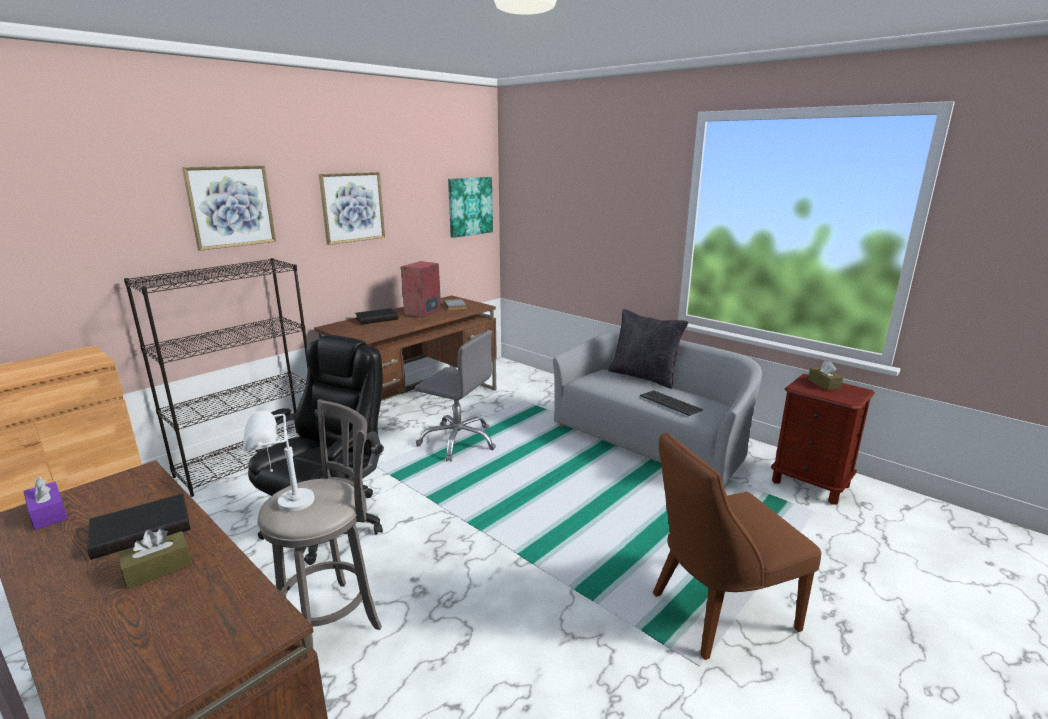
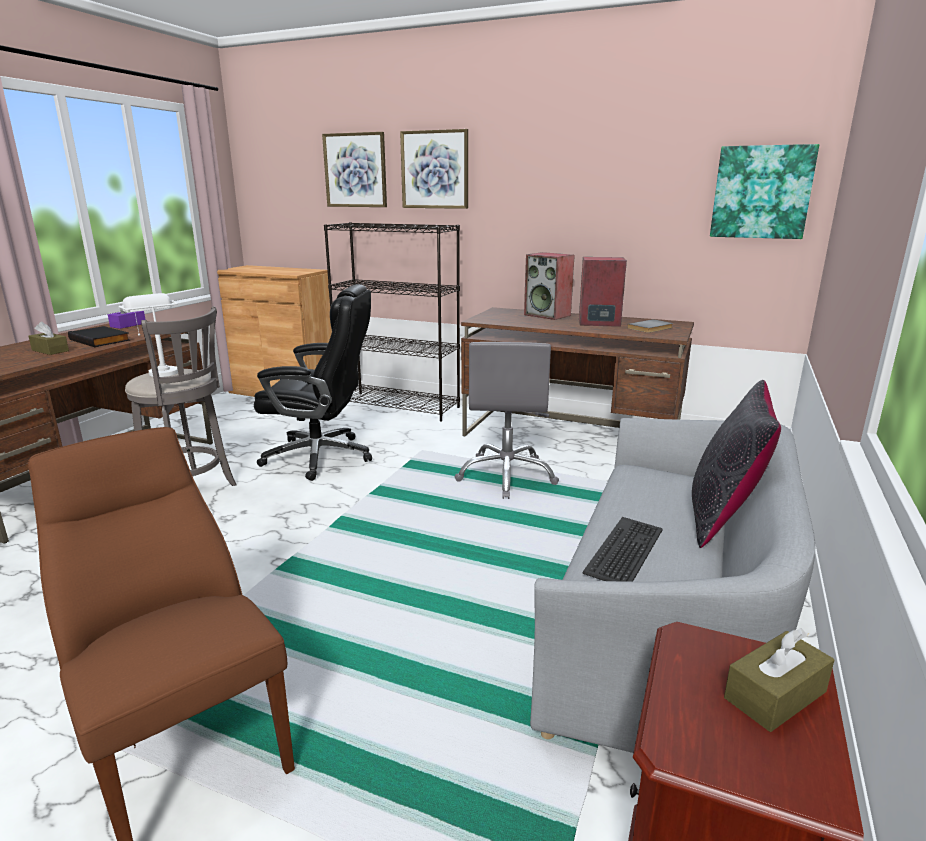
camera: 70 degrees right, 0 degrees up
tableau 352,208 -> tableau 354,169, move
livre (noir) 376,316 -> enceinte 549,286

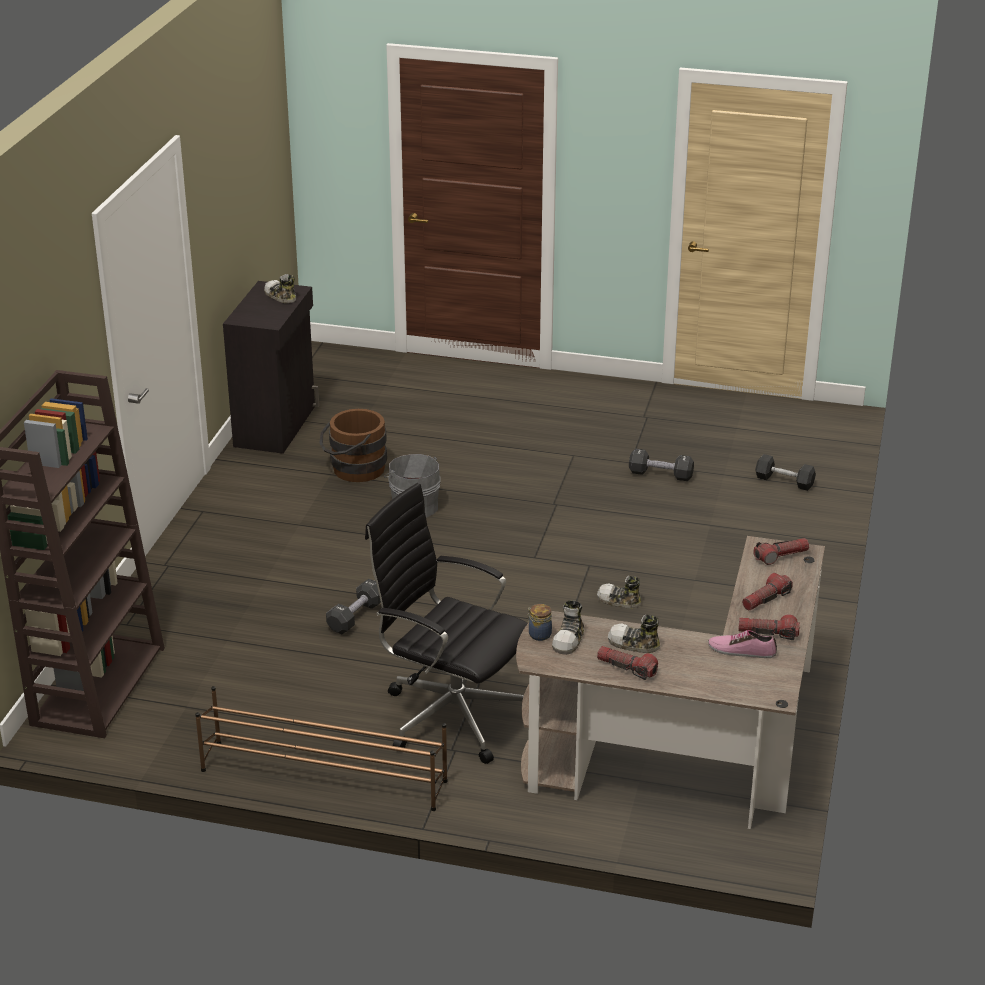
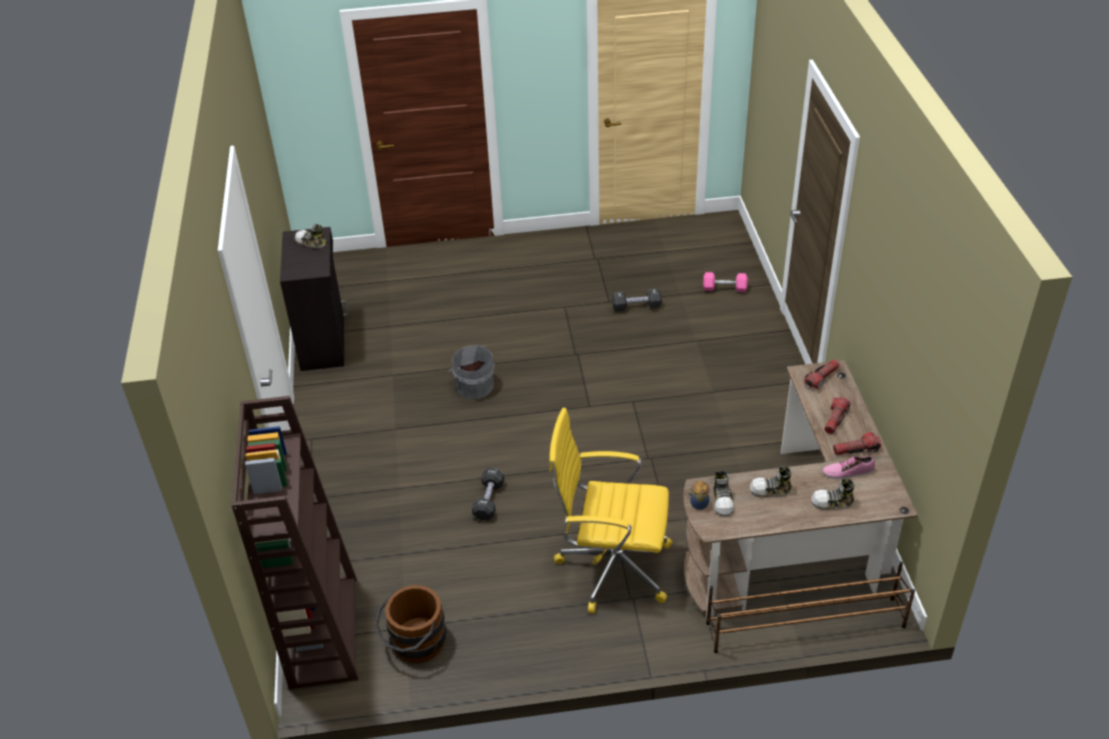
camera: 20 degrees left, 10 degrees up
lampe de poche 627,663 -> none
étagère à chaussures (marron) 321,748 -> étagère à chaussures (marron) 810,607, move
seau (marron) 353,445 -> seau (marron) 411,624, move
chaussure 619,592 -> chaussure 833,494, move
chaise de bureau (noir) 446,623 -> chaise de bureau (jaune) 611,510
haltère (gris) 785,472 -> haltère (rose) 725,282

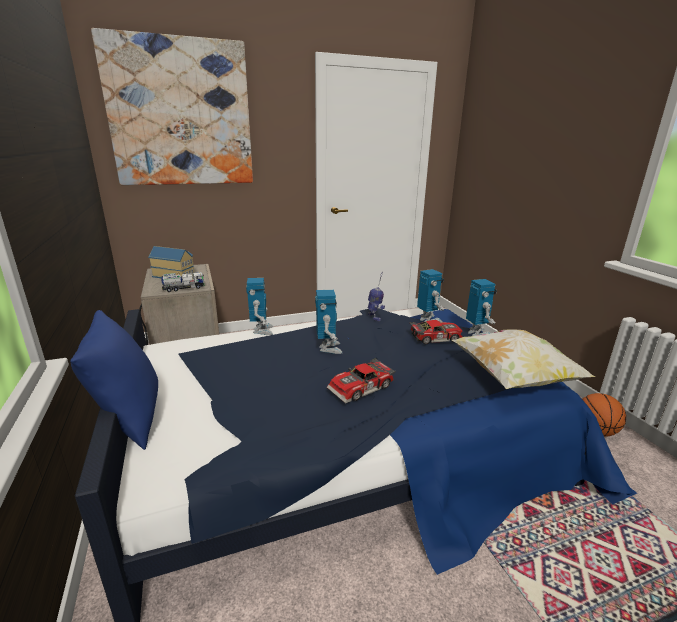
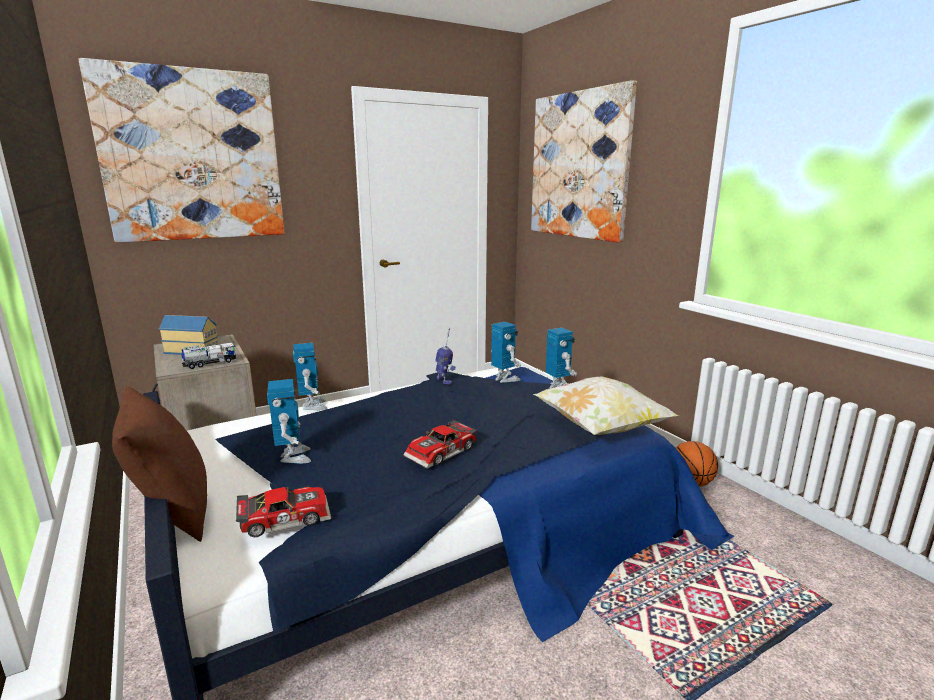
camera: 10 degrees left, 5 degrees down
none -> tableau 584,161
robot jouet 328,322 -> robot jouet 289,421, move
petite voiture 436,332 -> petite voiture 283,512, move
coussin (bleu) 114,380 -> coussin (marron) 159,464

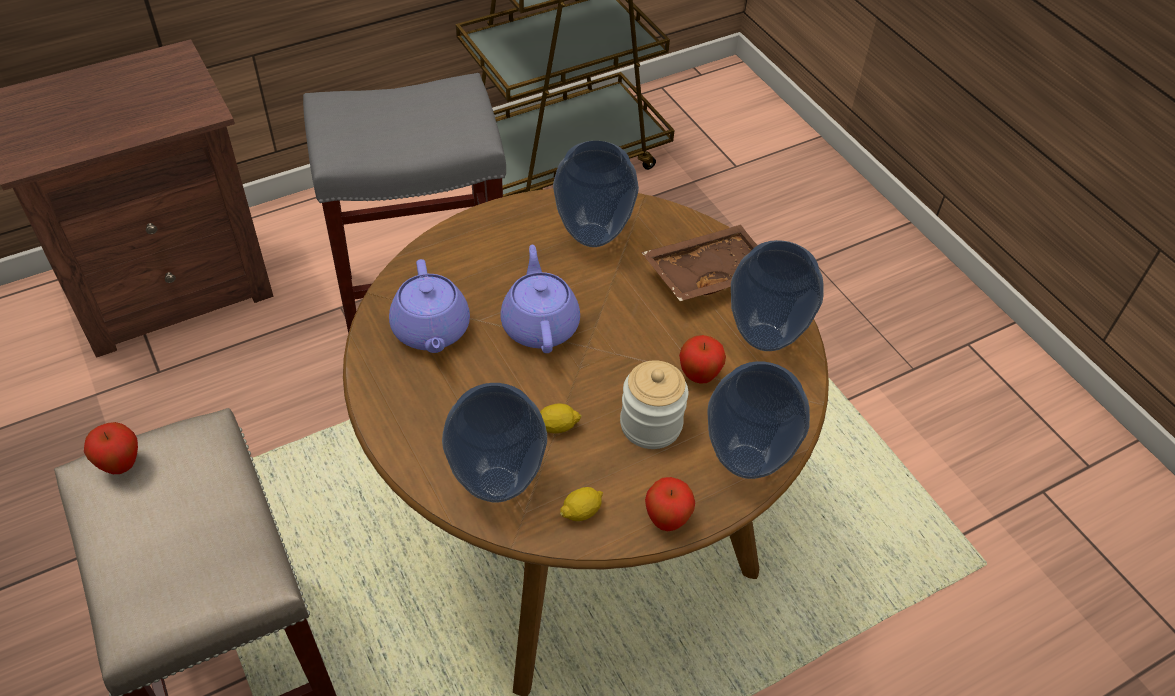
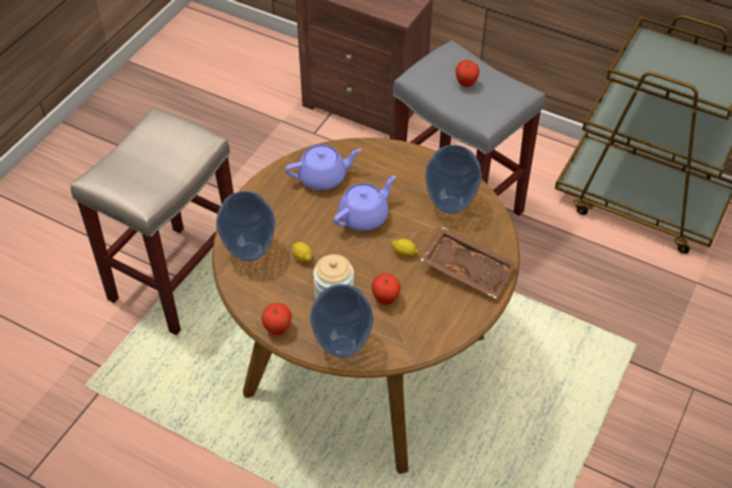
camera: 60 degrees right, 0 degrees up
vase 777,295 -> none
pomme 111,448 -> pomme 467,73, move
citron 581,504 -> citron 405,248, move
théière (violet) 429,306 -> théière (violet) 323,167, 150 degrees counterclockwise

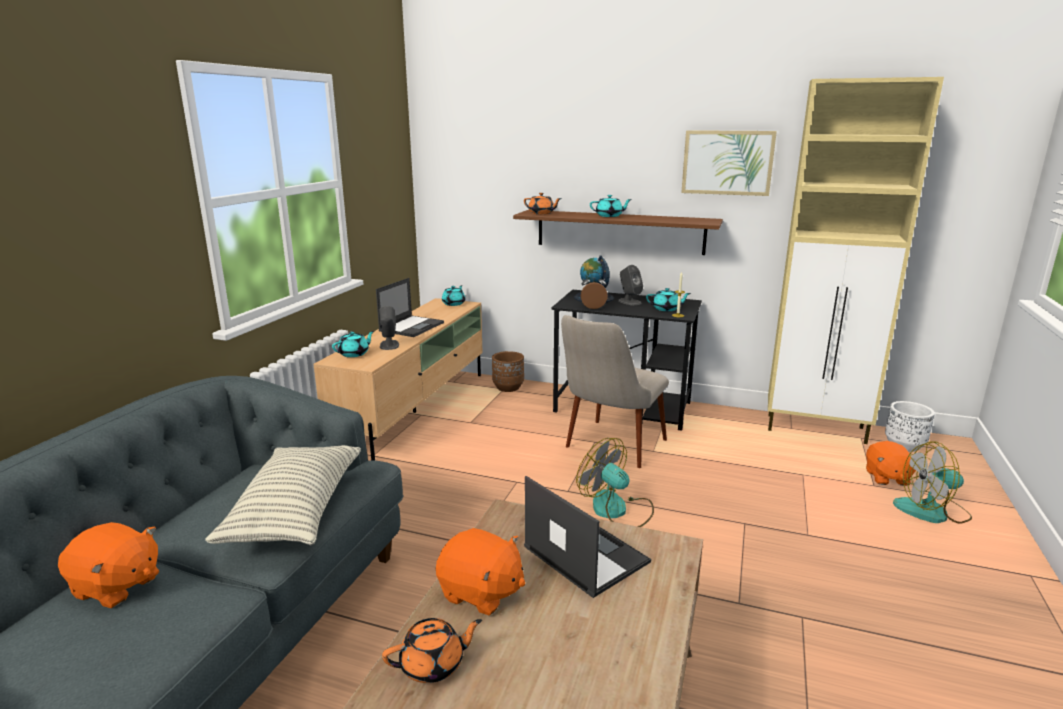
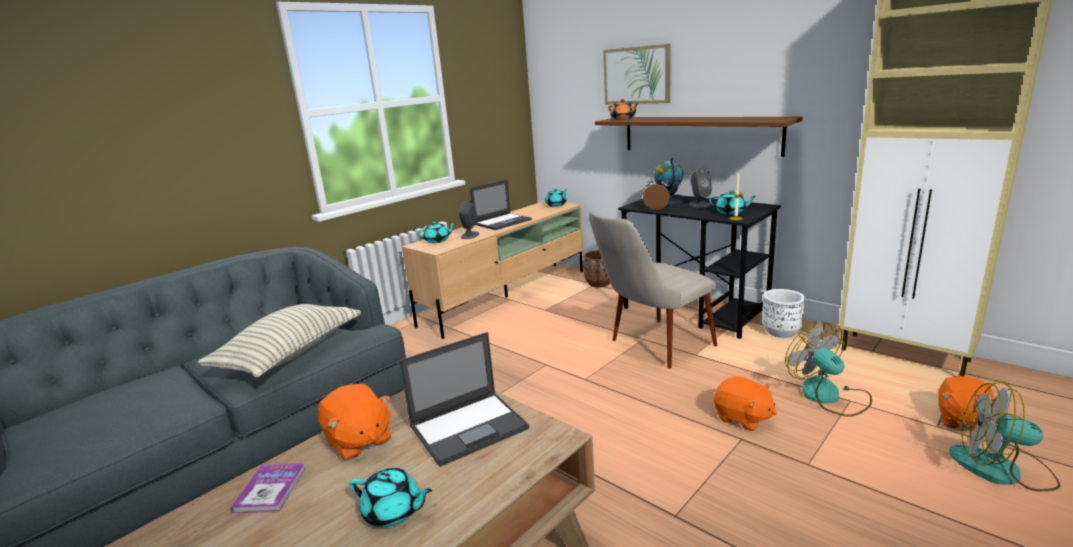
camera: 25 degrees right, 0 degrees up
peluche (orange) 108,565 -> peluche (orange) 745,403, move
ventilateur 615,482 -> ventilateur 828,369, move
théière (turquoise) 611,206 -> théière (turquoise) 391,497, move
tableau 729,163 -> tableau 637,74, move
cache-pot (blanc) 910,426 -> cache-pot (blanc) 783,313, move
théière (orange) 432,650 -> livre 268,488
ordinateur portable 587,537 -> ordinateur portable 464,399, 75 degrees clockwise

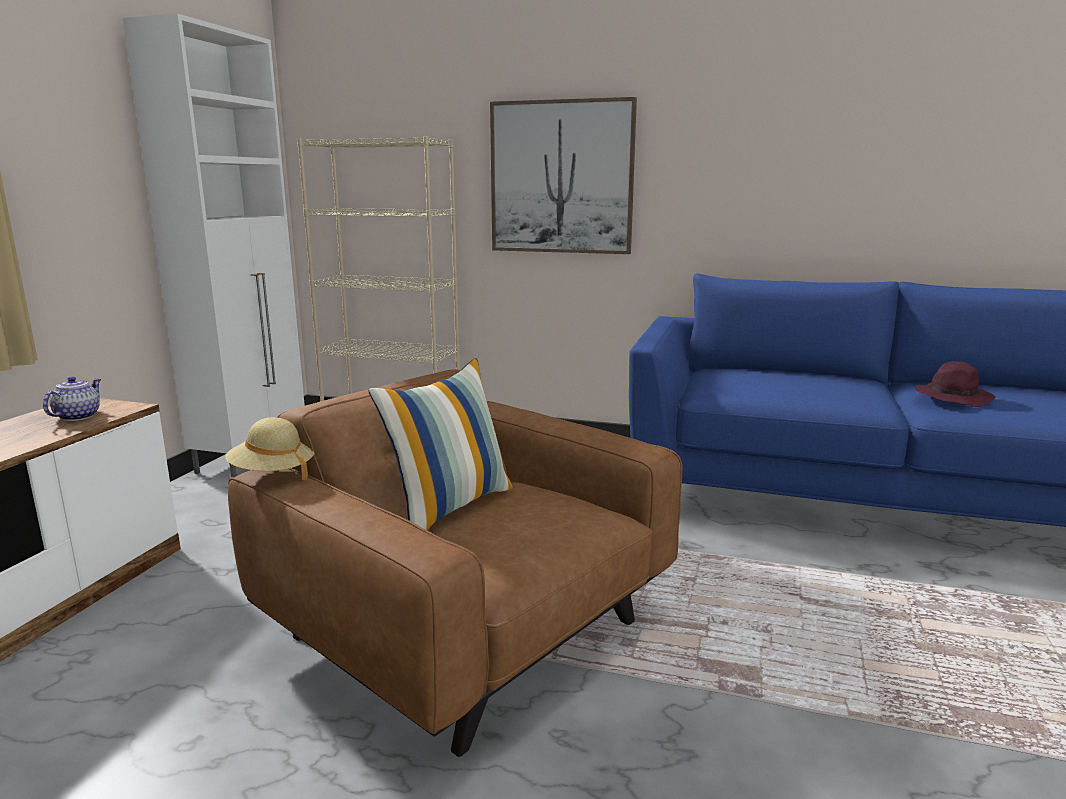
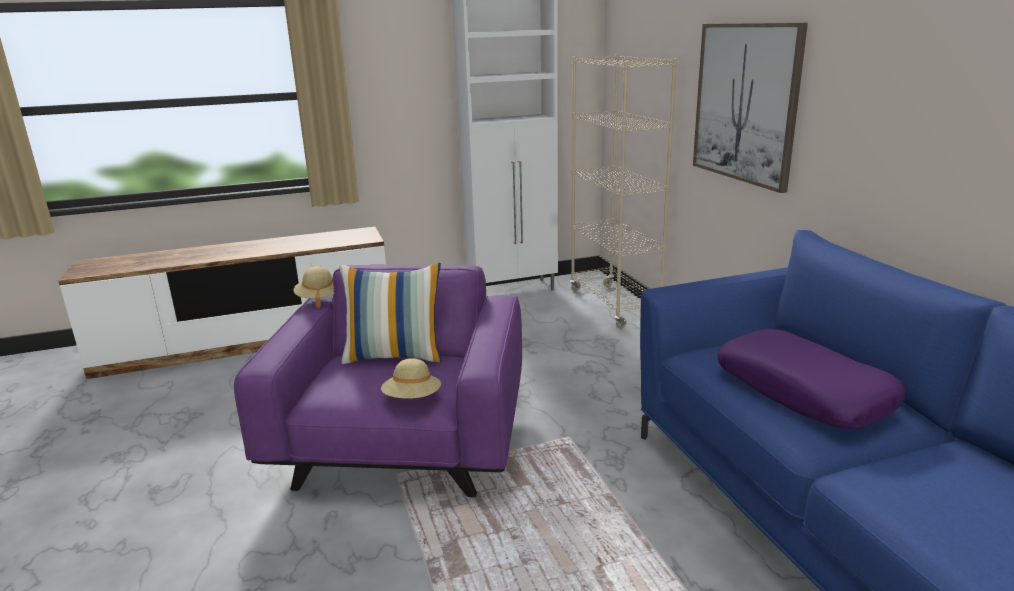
camera: 55 degrees right, 5 degrees up
théière 72,399 -> none
chapeau (violet) 954,384 -> none
none -> chapeau (beige) 411,378
none -> coussin (violet) 812,379
fauteuil (marron) 455,563 -> fauteuil (violet) 378,381

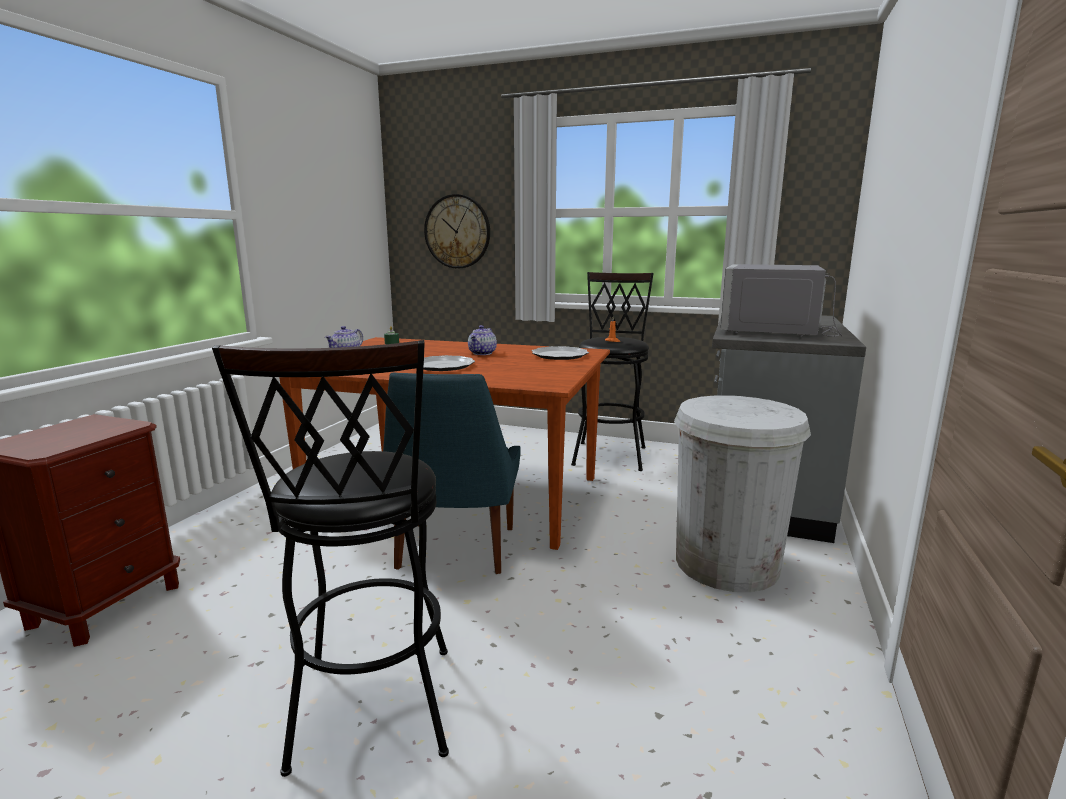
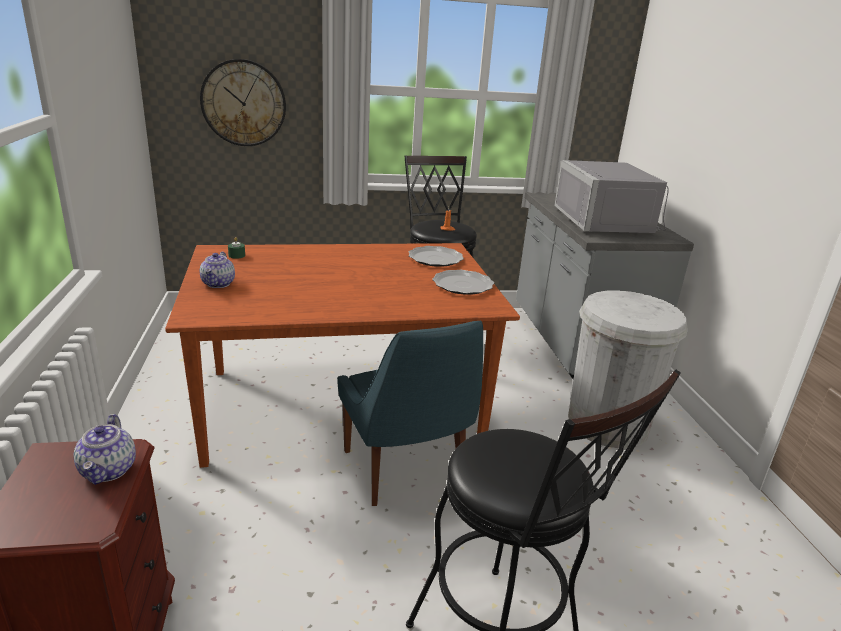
camera: 30 degrees left, 10 degrees up
assiette 449,363 -> assiette 463,282, move
théière 482,340 -> théière 105,449, move

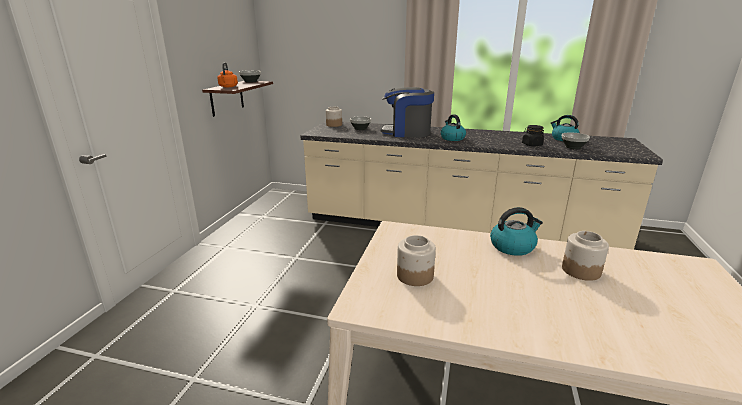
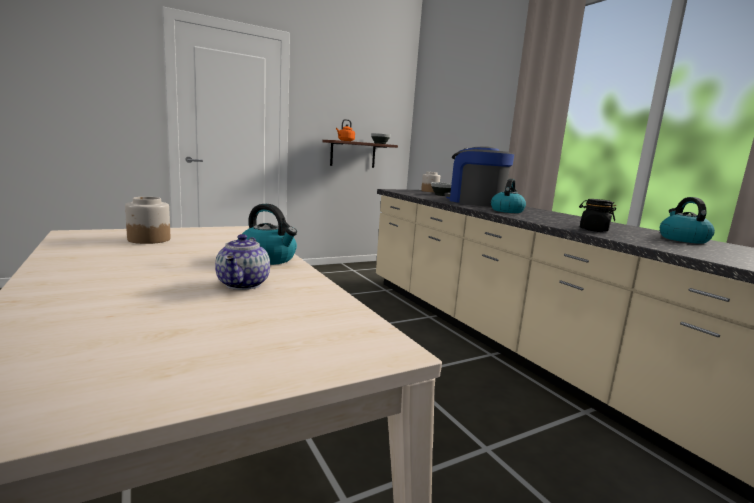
camera: 45 degrees right, 10 degrees down
bol 576,141 -> none
bocal 585,256 -> théière 242,262

